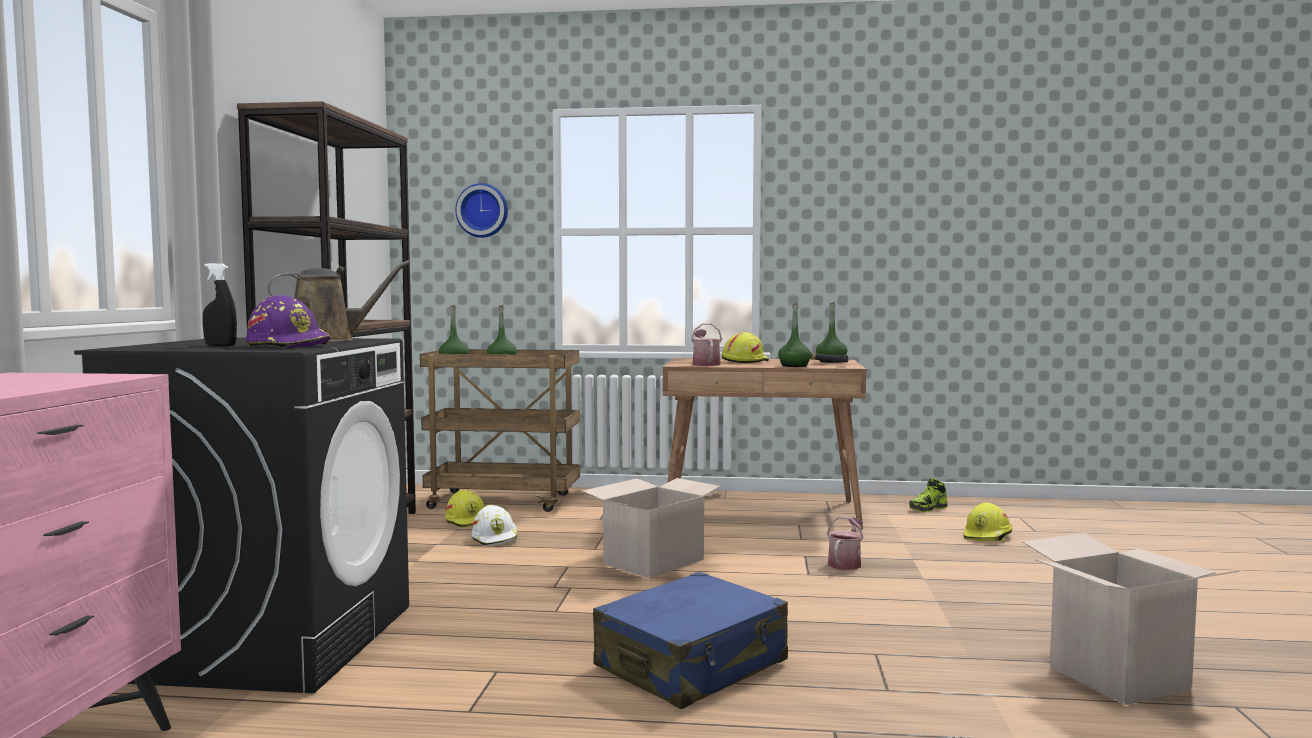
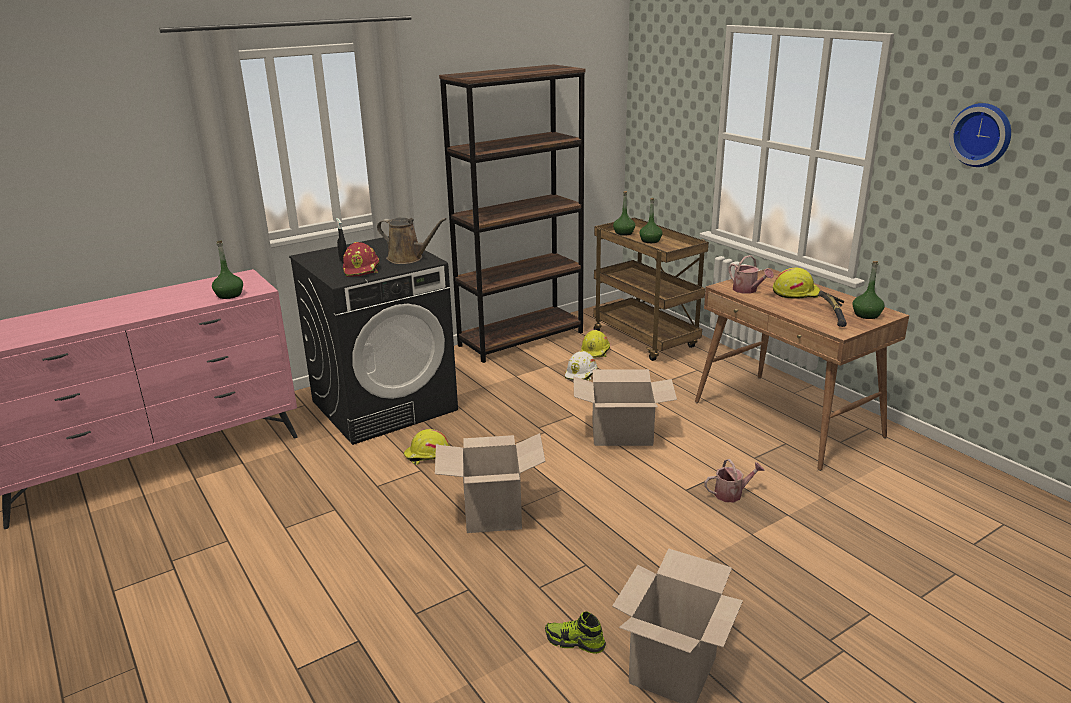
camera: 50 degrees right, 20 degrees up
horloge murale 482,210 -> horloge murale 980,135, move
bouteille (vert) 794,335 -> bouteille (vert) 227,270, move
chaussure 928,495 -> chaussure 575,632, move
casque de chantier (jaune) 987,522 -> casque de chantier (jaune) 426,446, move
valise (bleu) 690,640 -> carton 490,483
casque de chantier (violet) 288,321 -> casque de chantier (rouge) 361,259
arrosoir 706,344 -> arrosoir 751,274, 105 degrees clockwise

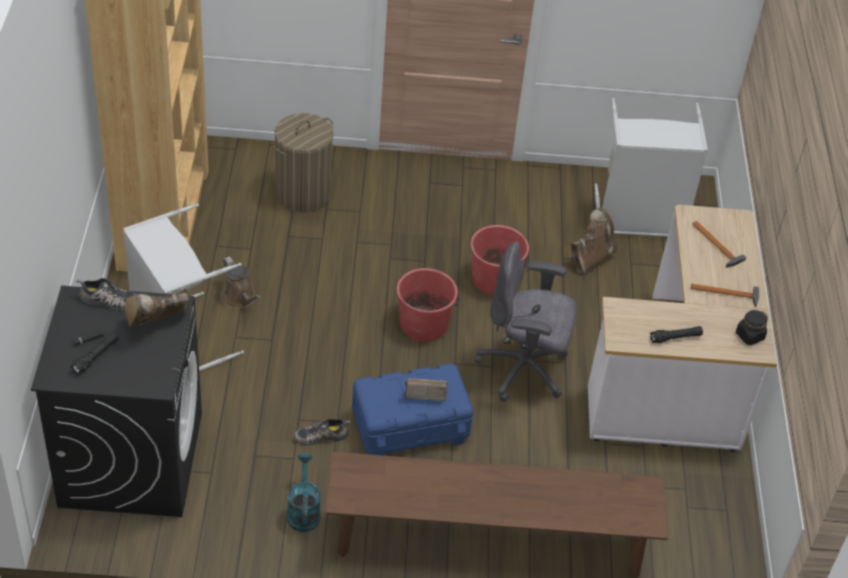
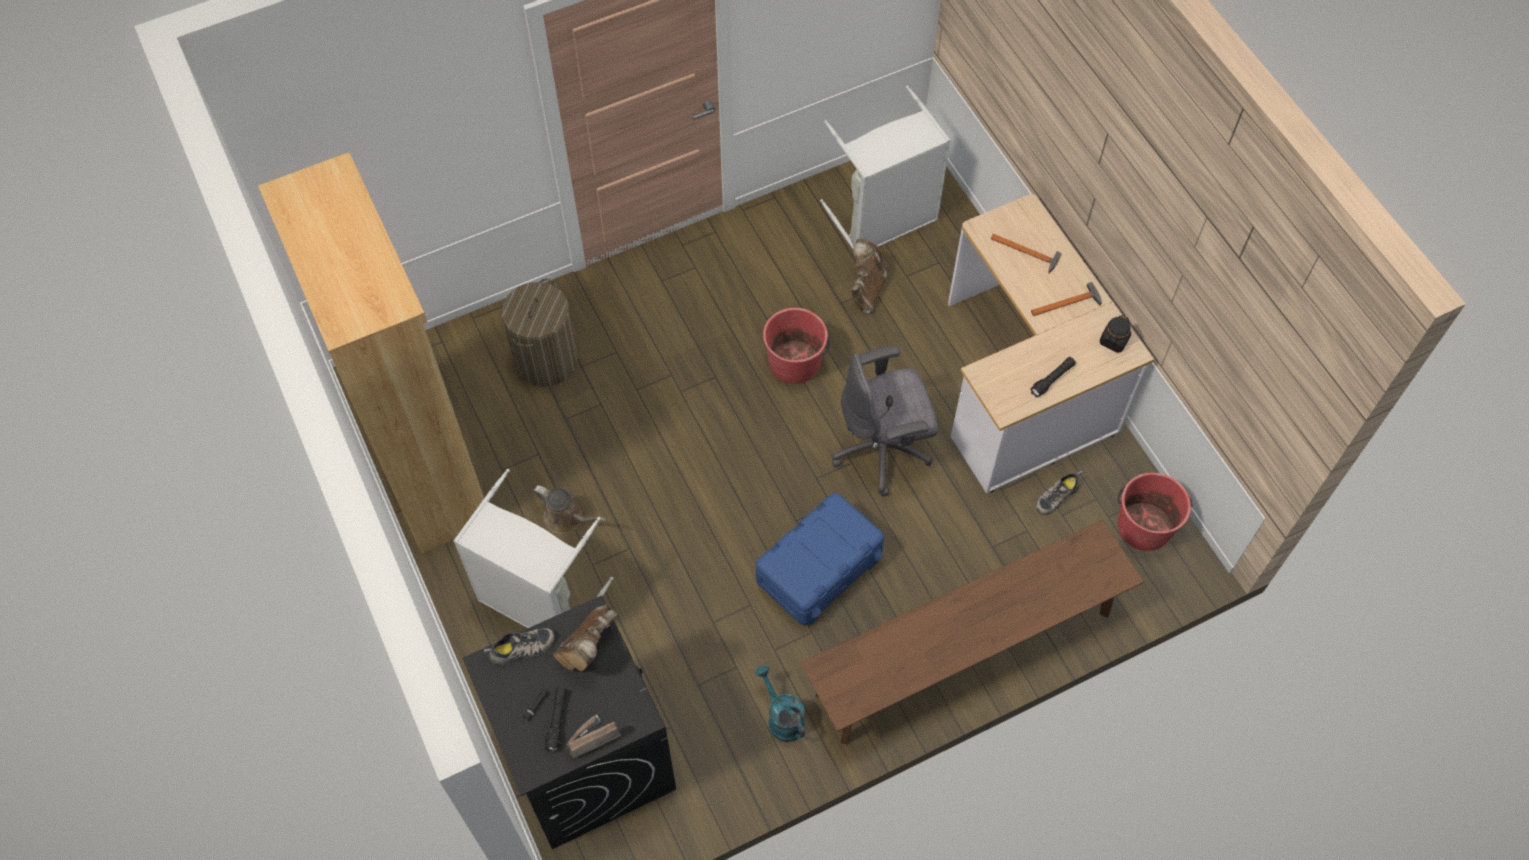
camera: 25 degrees left, 15 degrees up
chaussure 322,432 -> chaussure 1059,493, move
seau (rouge) 428,304 -> seau (rouge) 1155,512, move
radio 426,389 -> radio 593,736, move

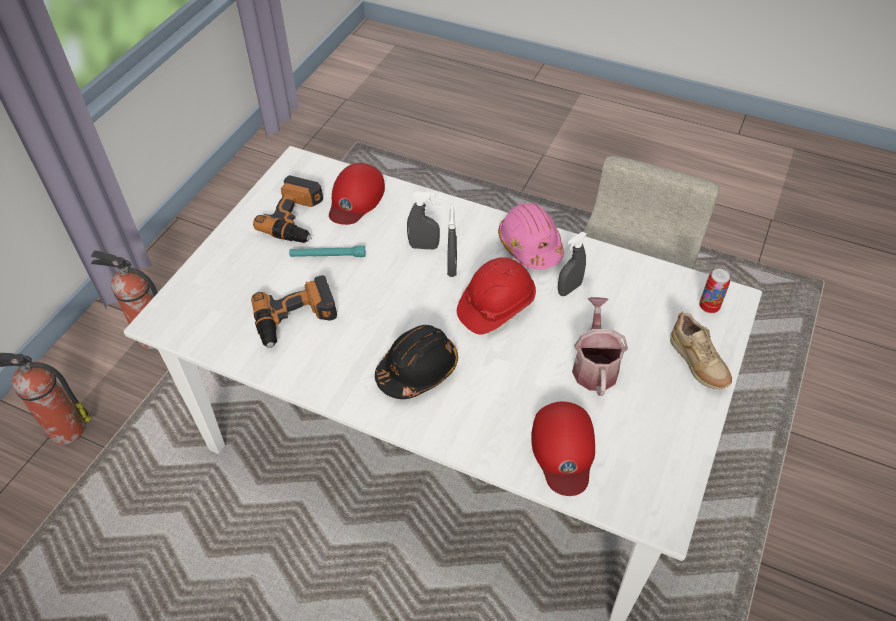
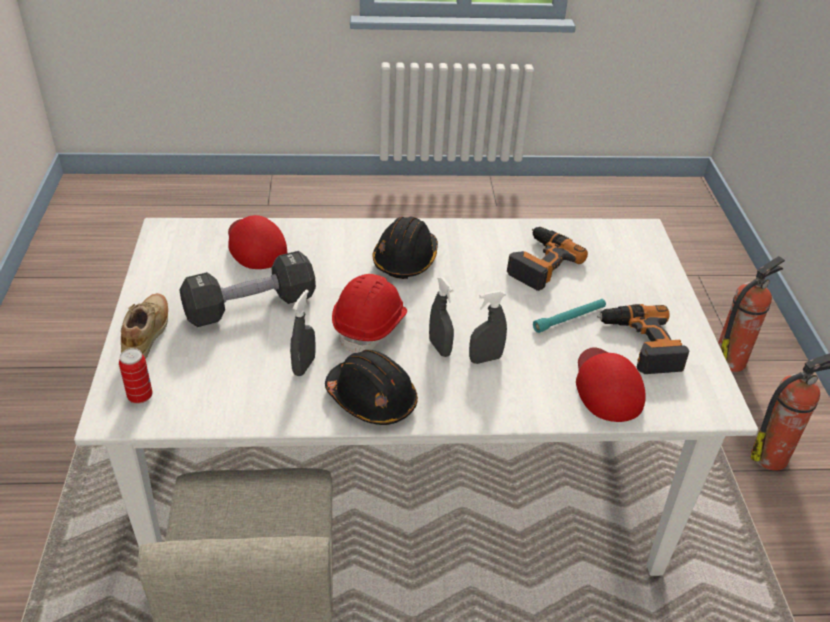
camera: 150 degrees right, 10 degrees down
arrosoir 600,346 -> haltère (noir) 247,289
casque de chantier (rose) 531,236 -> casque de chantier (noir) 371,387
chaussure (beige) 701,350 -> chaussure (beige) 144,326, 60 degrees clockwise

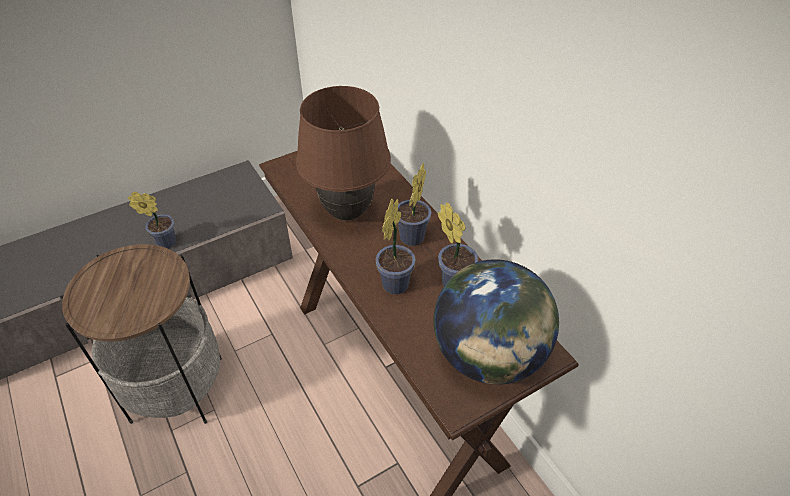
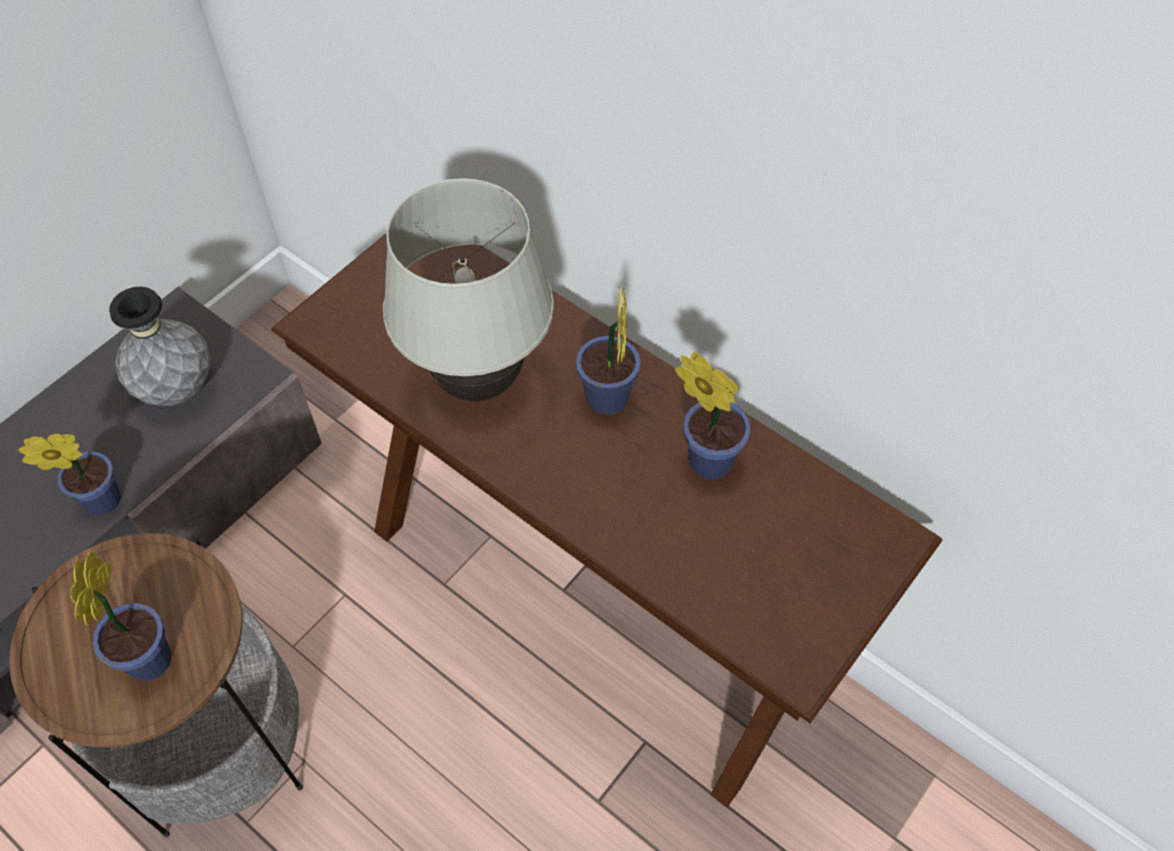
camera: 20 degrees left, 10 degrees up
globe 496,322 -> none
none -> vase (gris) 160,346
plante en pot 396,247 -> plante en pot 120,615, move
lampe de table (marron) 343,153 -> lampe de table (blanc) 468,290

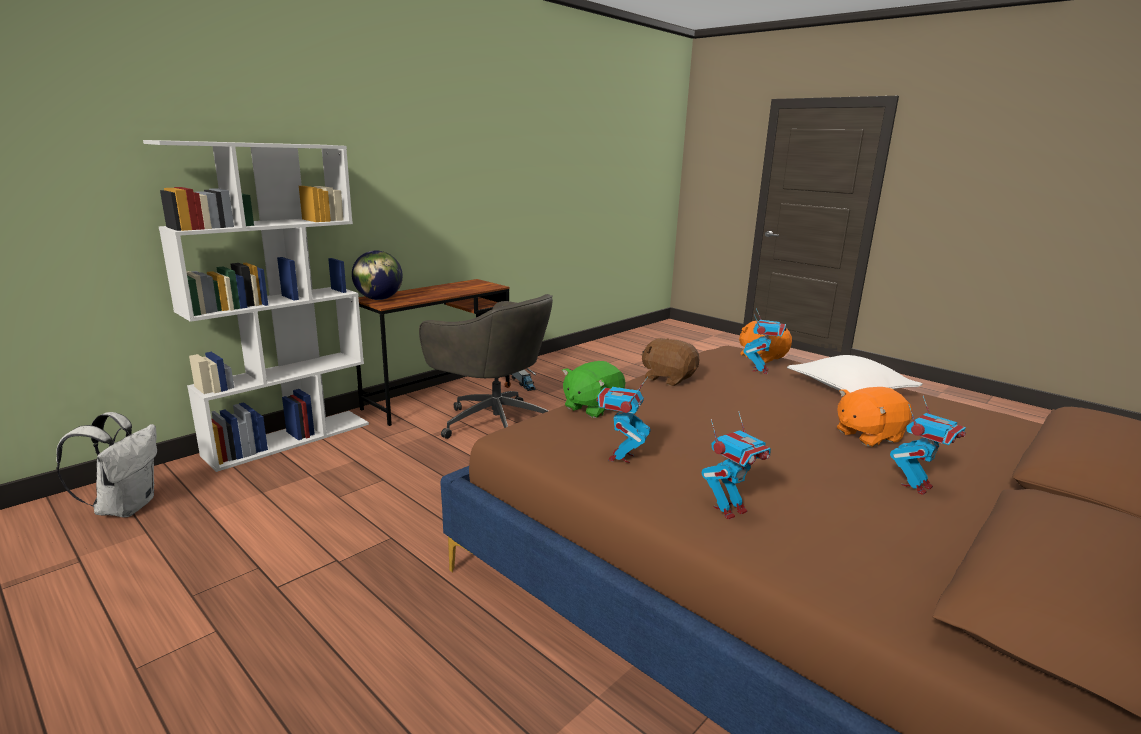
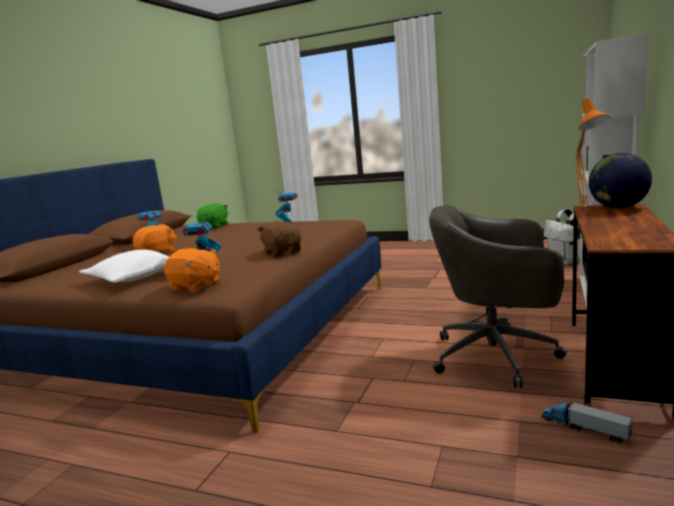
camera: 160 degrees right, 5 degrees down
robot jouet 736,465 -> none
none -> lampe de table (orange) 593,158
peluche (vert) 593,389 -> peluche (vert) 212,215, move
peluche (marron) 670,362 -> peluche (marron) 279,239, 135 degrees counterclockwise

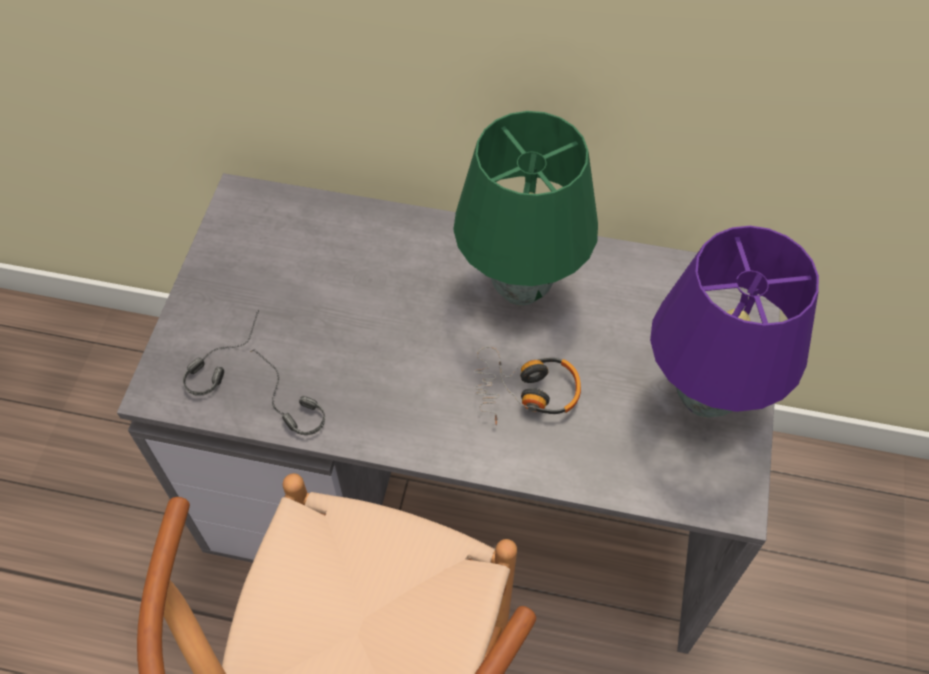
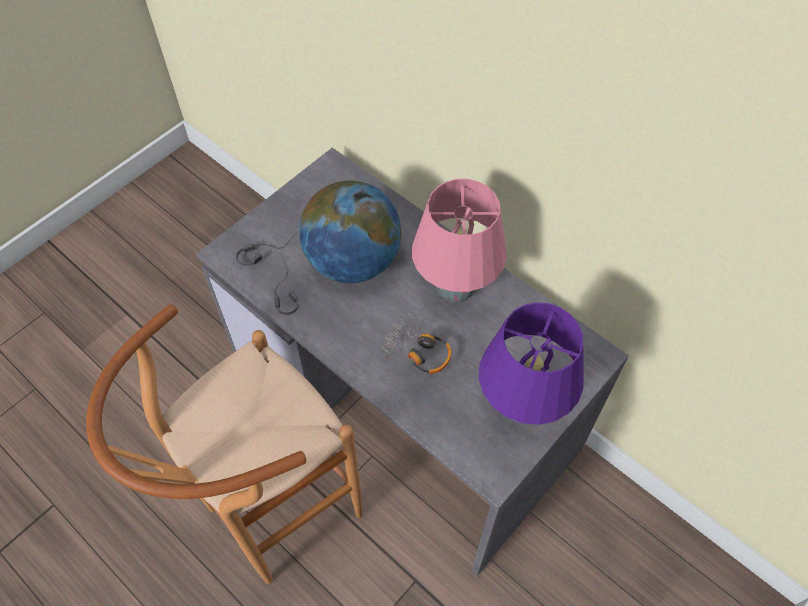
camera: 30 degrees right, 0 degrees up
none -> globe 350,231
lampe de table (vert) 525,208 -> lampe de table (rose) 459,241

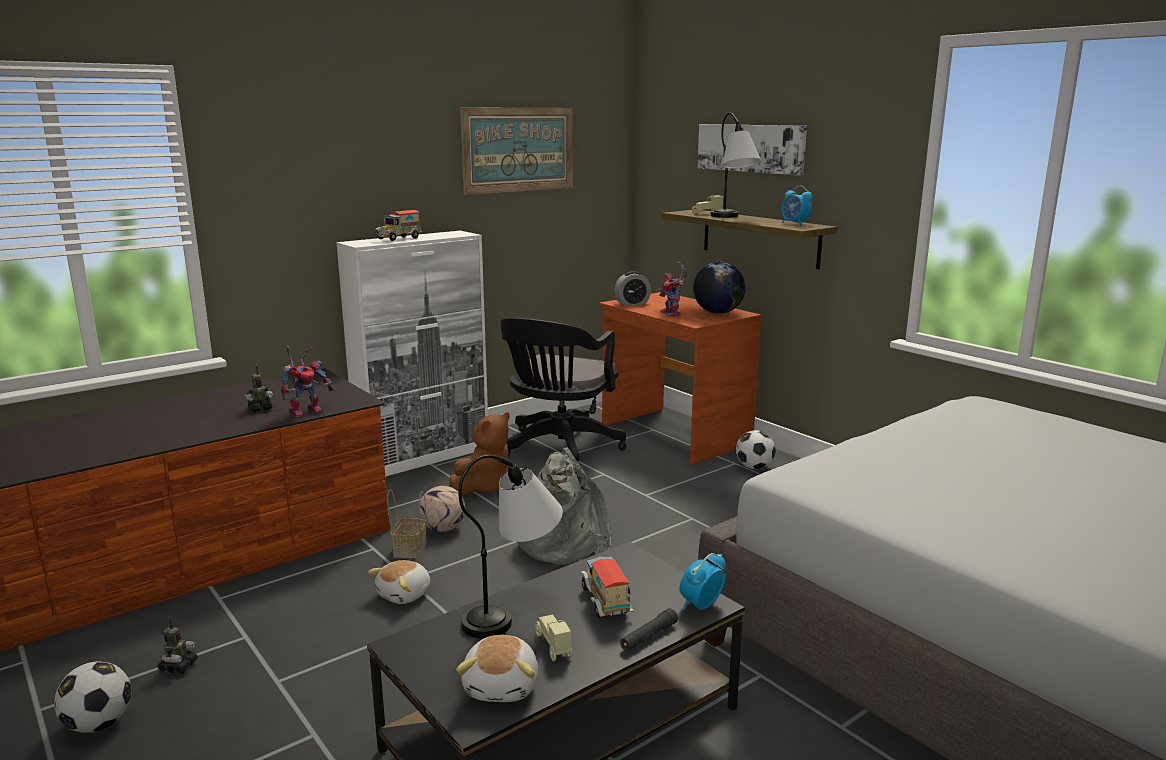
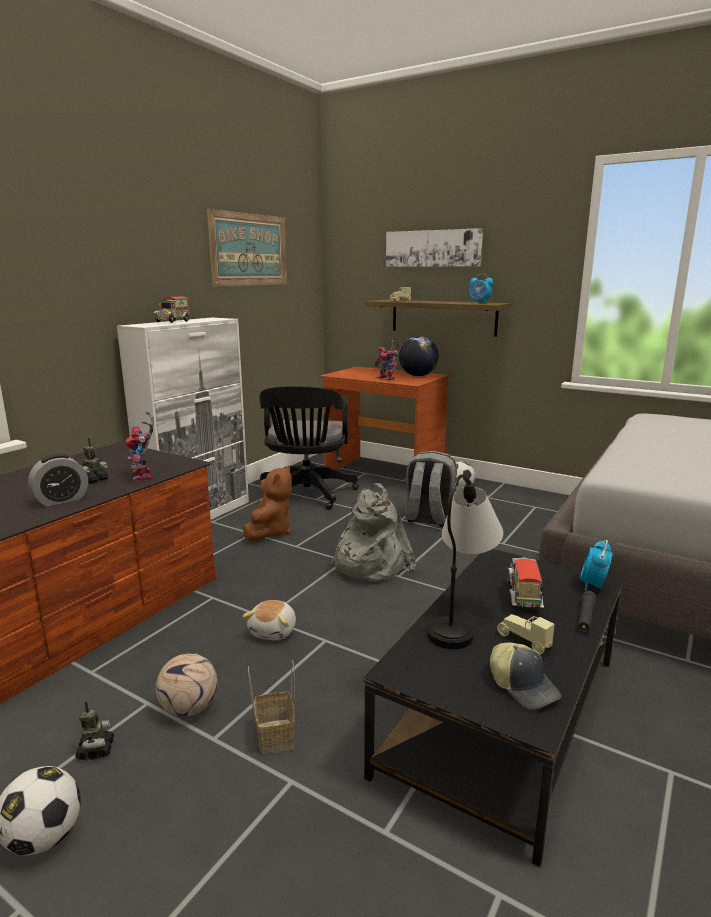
camera: 20 degrees left, 0 degrees up
lampe de table 736,165 -> none
none -> sac à dos (gris) 431,489
panier 407,523 -> panier 271,707, move
ballon de foot 442,509 -> ballon de foot 187,684, move
réveil 632,288 -> réveil 58,480, move
peluche 497,668 -> casquette 526,676
robot jouet 307,381 -> robot jouet 139,446, 135 degrees clockwise
camion jouet 607,587 -> camion jouet 526,583, 45 degrees clockwise

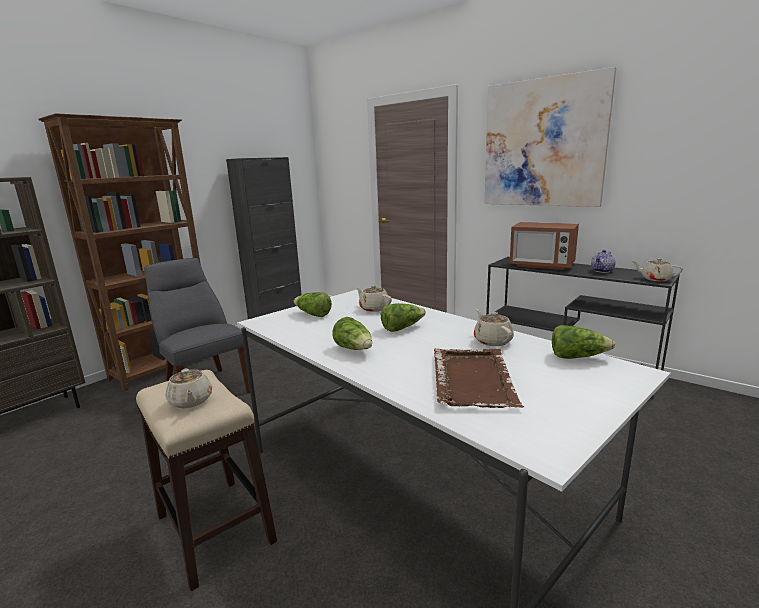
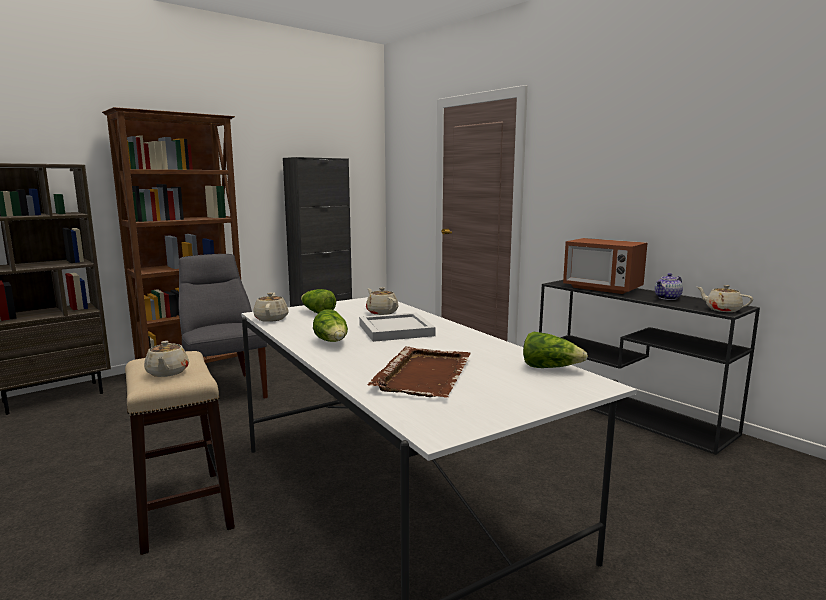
camera: 10 degrees right, 5 degrees down
tableau 550,137 -> none
théière (beige) 494,327 -> théière (beige) 271,307, move
laitue 403,317 -> plateau (blanc) 397,327

